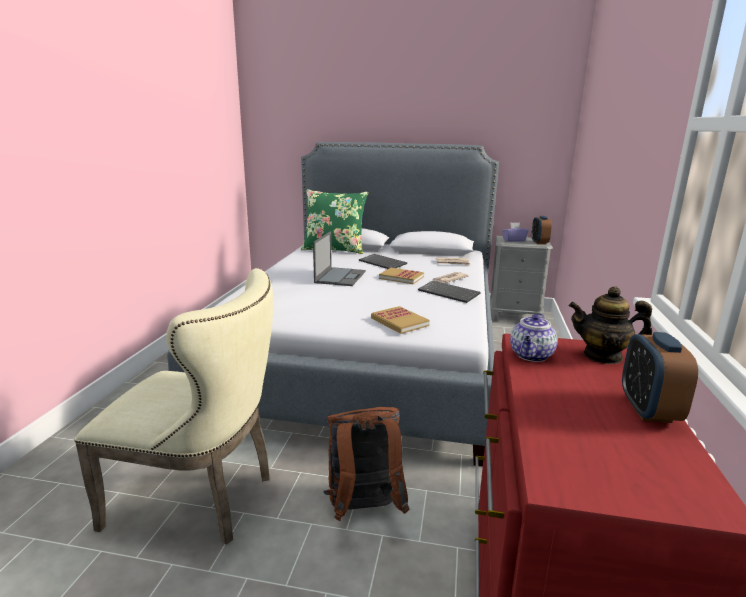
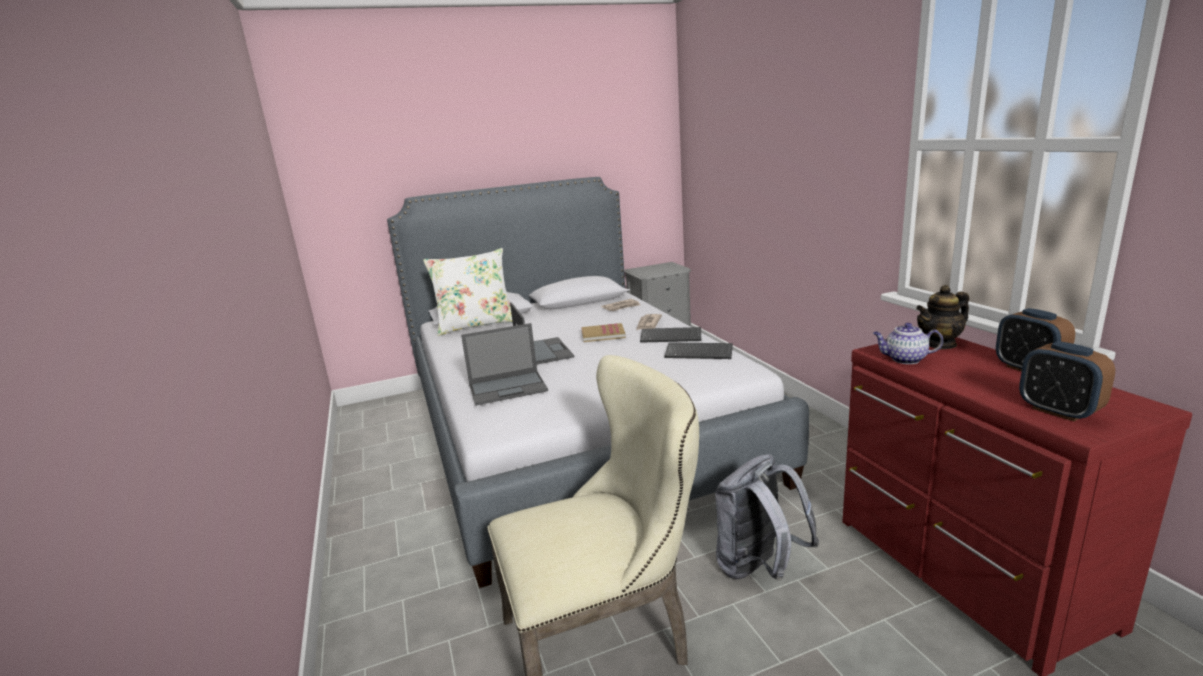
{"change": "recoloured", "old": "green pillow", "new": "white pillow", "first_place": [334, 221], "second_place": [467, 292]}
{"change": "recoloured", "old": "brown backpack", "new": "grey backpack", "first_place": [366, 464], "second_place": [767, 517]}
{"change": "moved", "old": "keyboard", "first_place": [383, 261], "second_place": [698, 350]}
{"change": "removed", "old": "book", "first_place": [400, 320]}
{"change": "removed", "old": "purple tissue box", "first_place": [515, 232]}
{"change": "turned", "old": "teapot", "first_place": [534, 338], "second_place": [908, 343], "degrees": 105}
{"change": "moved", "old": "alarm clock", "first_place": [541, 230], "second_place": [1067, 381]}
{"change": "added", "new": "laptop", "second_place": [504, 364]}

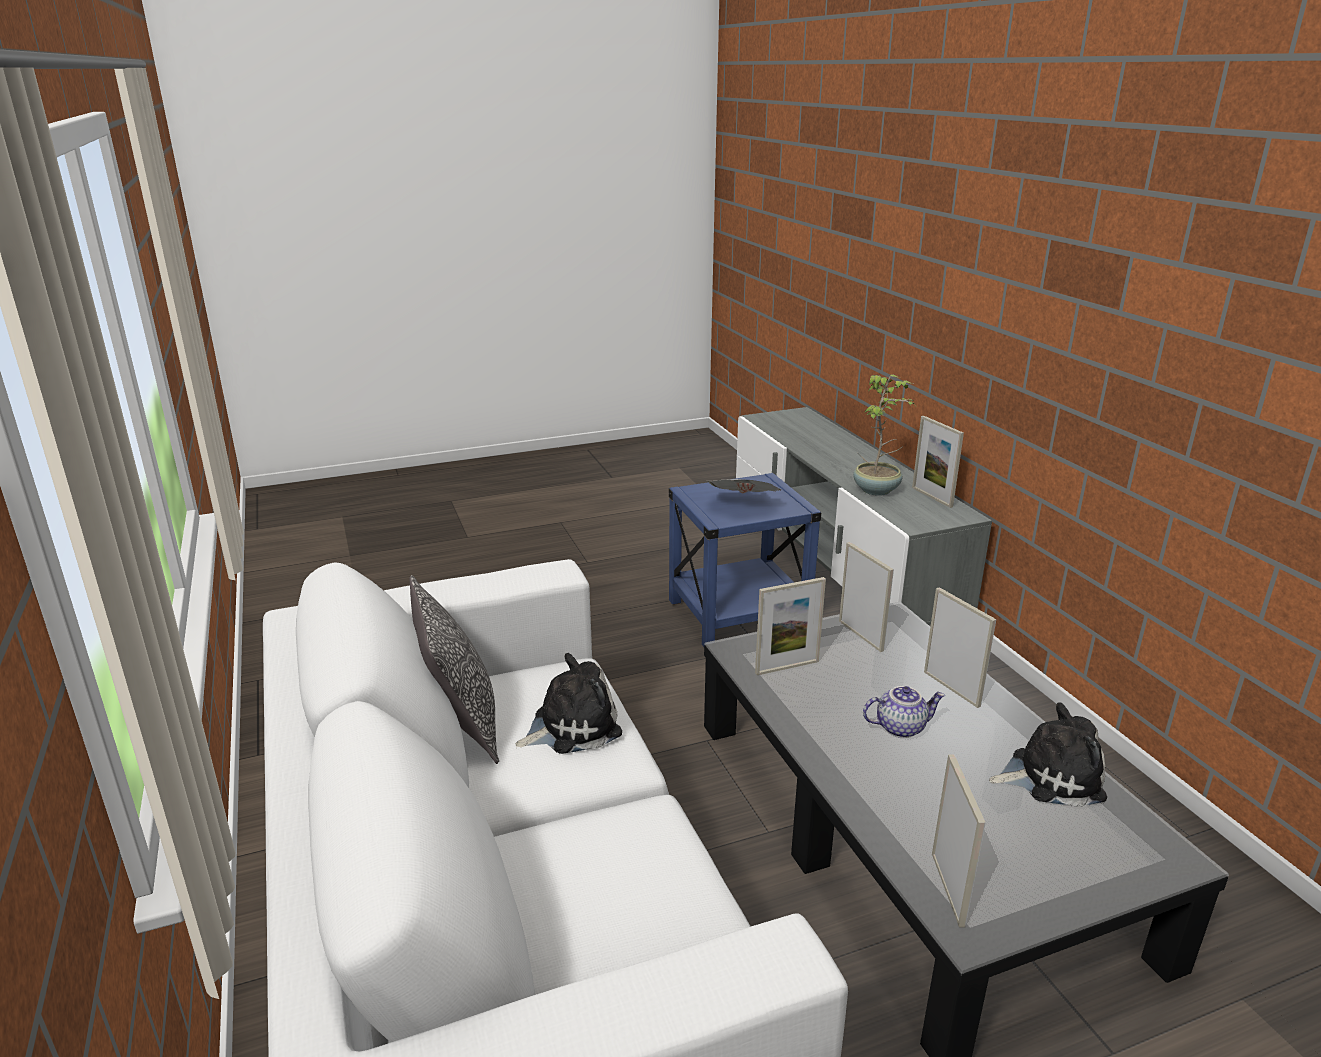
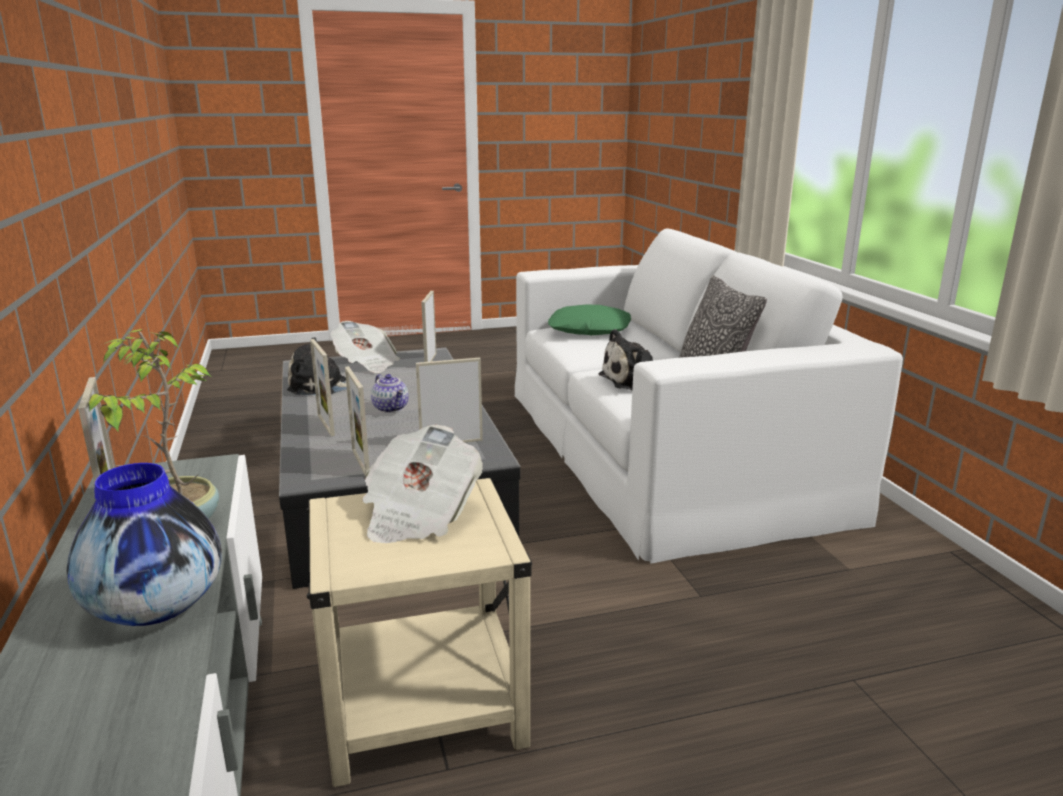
{"change": "recoloured", "old": "blue side table", "new": "beige side table", "first_place": [745, 560], "second_place": [419, 632]}
{"change": "turned", "old": "teapot", "first_place": [904, 712], "second_place": [390, 393], "degrees": -120}
{"change": "added", "new": "vase", "second_place": [144, 544]}
{"change": "added", "new": "newspaper", "second_place": [365, 347]}
{"change": "added", "new": "green pillow", "second_place": [589, 319]}

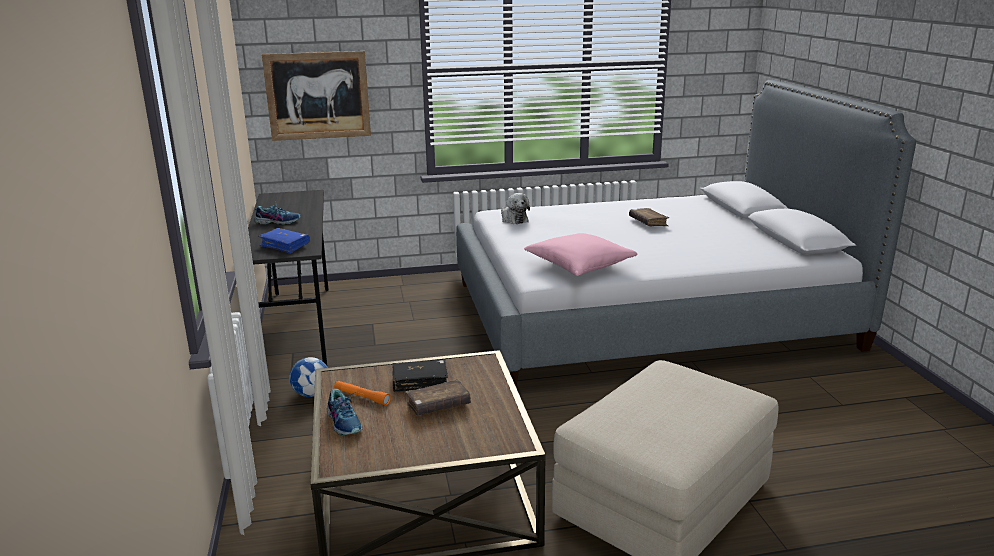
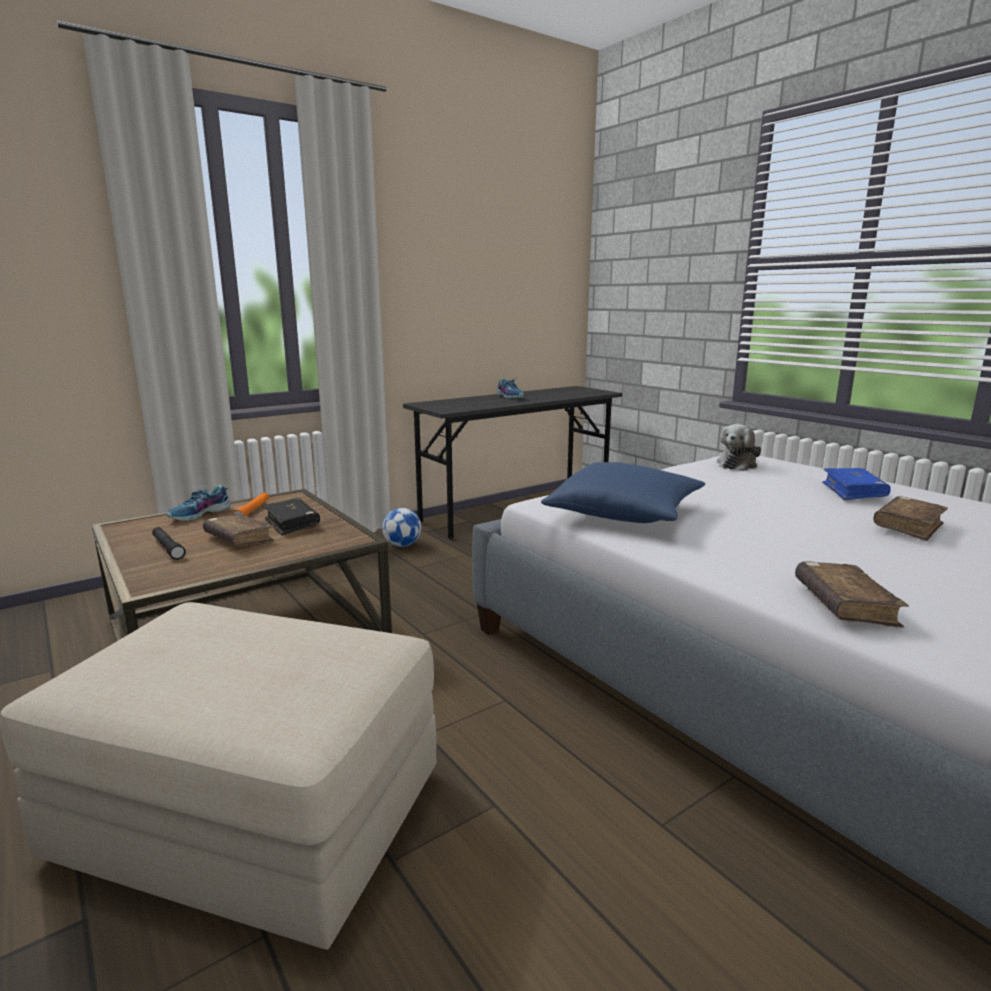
{"change": "moved", "old": "blue book", "first_place": [284, 241], "second_place": [856, 484]}
{"change": "removed", "old": "picture", "first_place": [316, 96]}
{"change": "recoloured", "old": "pink pillow", "new": "blue pillow", "first_place": [581, 254], "second_place": [623, 492]}
{"change": "added", "new": "black flashlight", "second_place": [169, 543]}
{"change": "added", "new": "brown book", "second_place": [852, 594]}

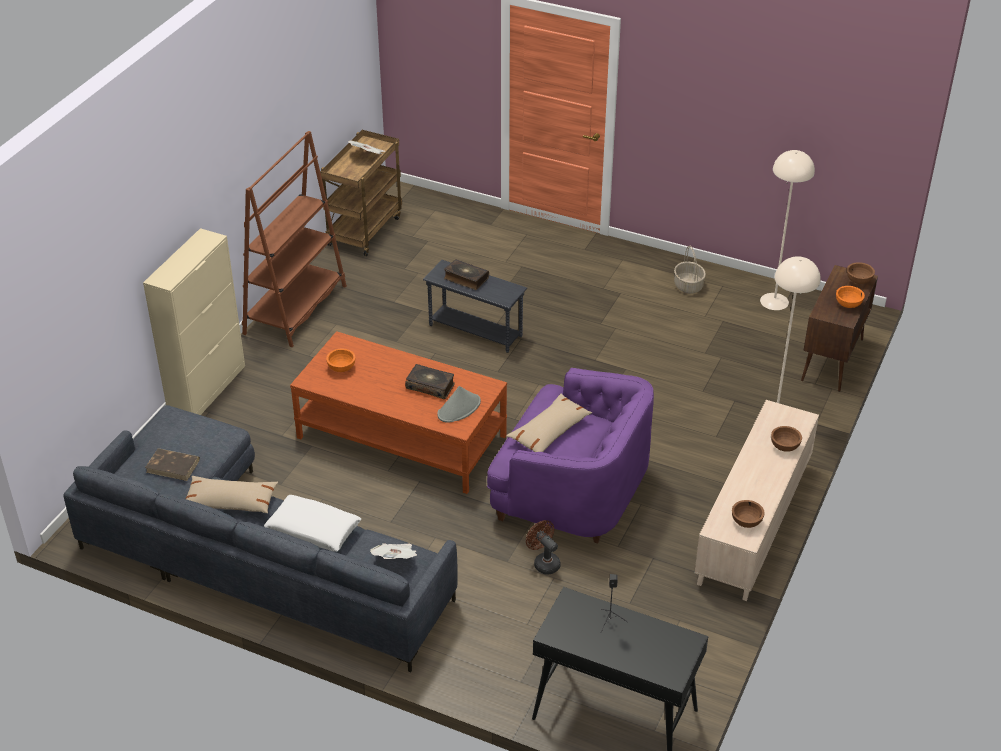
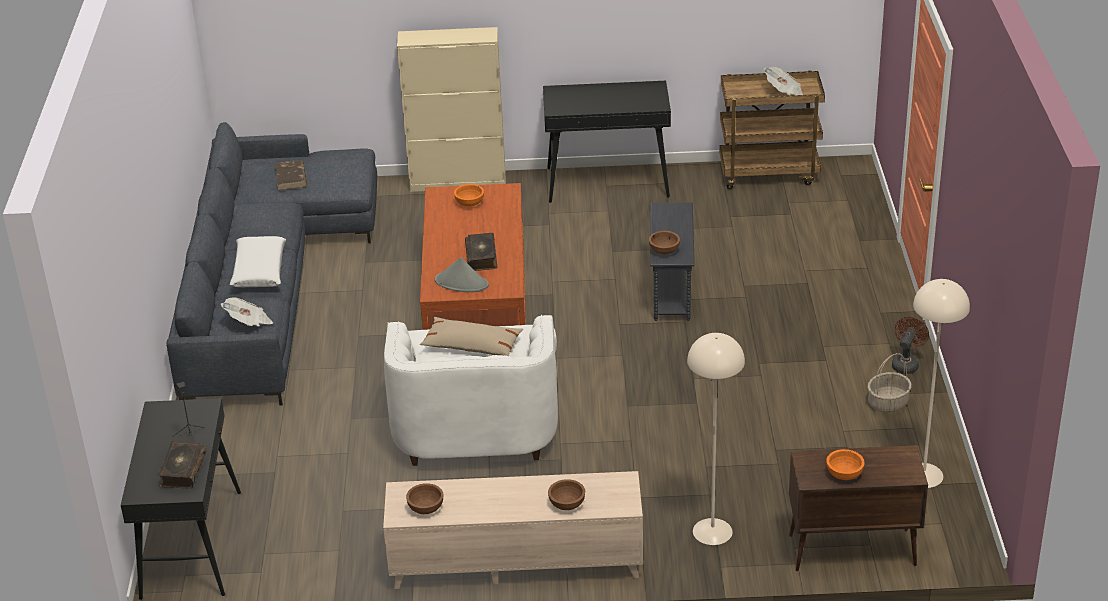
{"change": "removed", "old": "beige pillow", "first_place": [232, 494]}
{"change": "replaced", "old": "brown bookcase", "new": "black console table", "first_place": [294, 239], "second_place": [607, 142]}
{"change": "moved", "old": "book", "first_place": [466, 274], "second_place": [182, 465]}
{"change": "recoloured", "old": "purple armchair", "new": "white armchair", "first_place": [570, 456], "second_place": [471, 390]}
{"change": "moved", "old": "brown fan", "first_place": [543, 547], "second_place": [910, 345]}
{"change": "moved", "old": "brown bowl", "first_place": [861, 273], "second_place": [664, 243]}

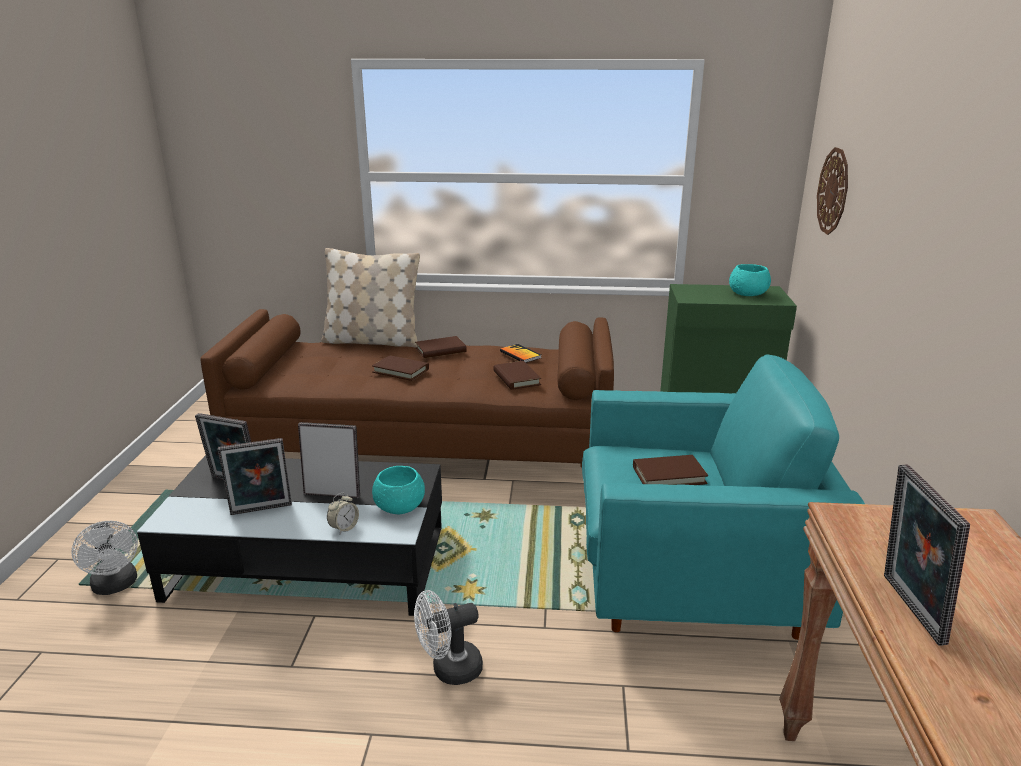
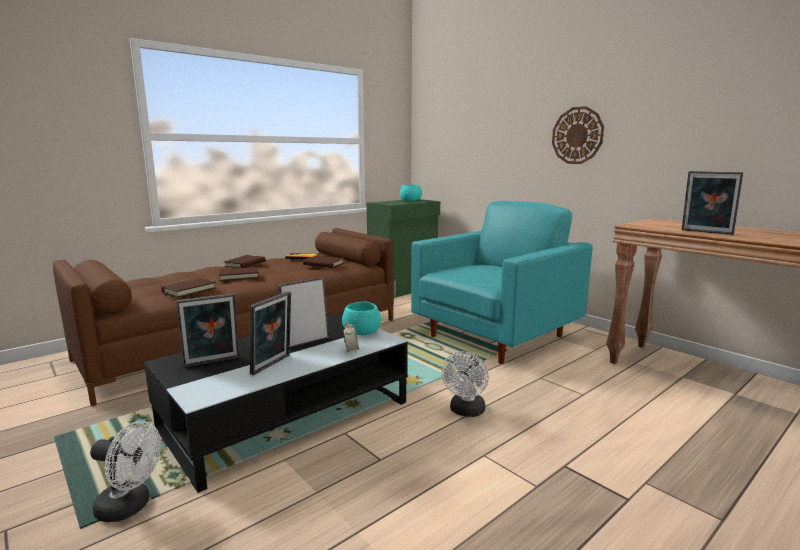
{"change": "removed", "old": "beige pillow", "first_place": [370, 298]}
{"change": "moved", "old": "brown book", "first_place": [670, 470], "second_place": [188, 288]}
{"change": "moved", "old": "wall clock", "first_place": [832, 191], "second_place": [578, 135]}

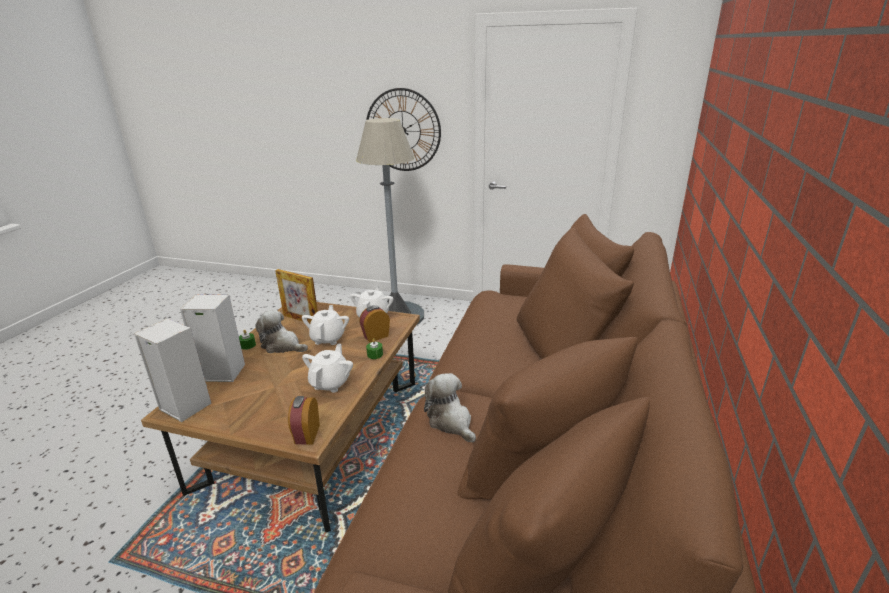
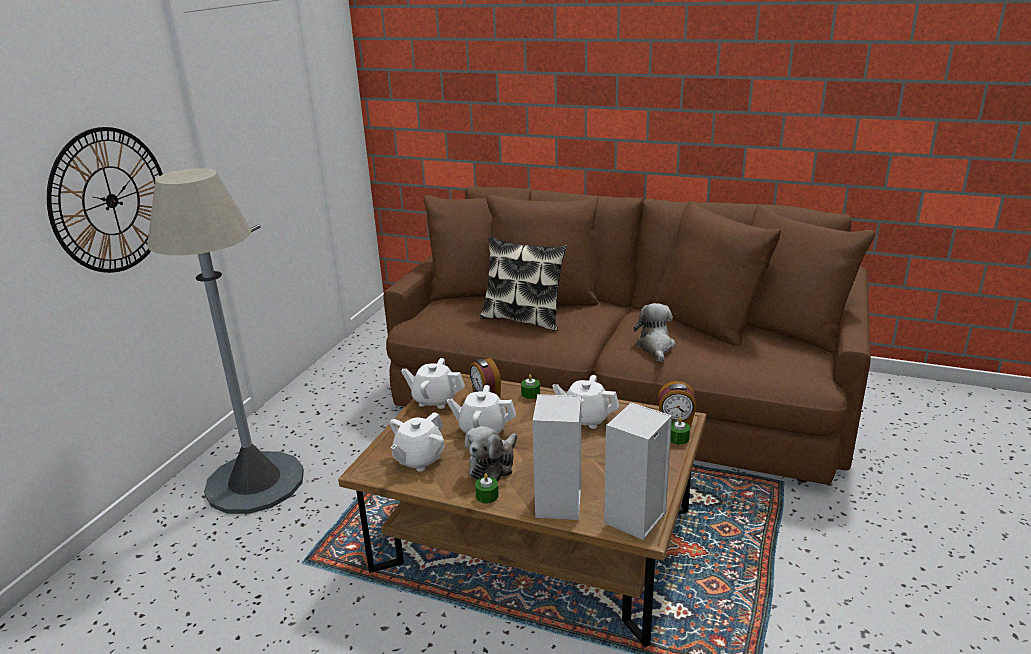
{"change": "replaced", "old": "picture frame", "new": "white teapot", "first_place": [296, 296], "second_place": [417, 442]}
{"change": "turned", "old": "plush toy", "first_place": [450, 408], "second_place": [655, 332], "degrees": 120}
{"change": "added", "new": "pillow", "second_place": [523, 283]}
{"change": "added", "new": "green candle", "second_place": [680, 431]}

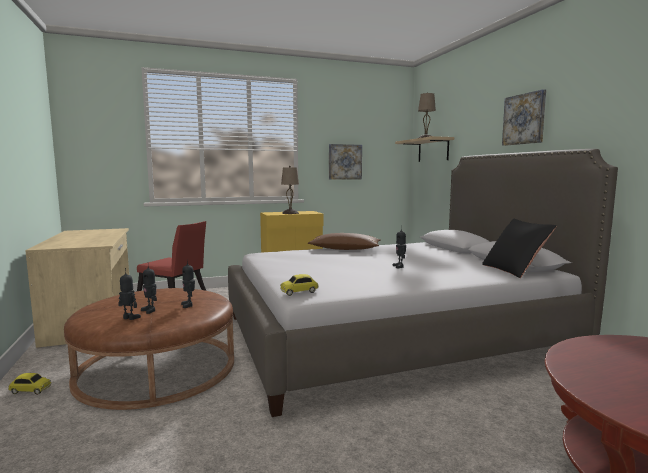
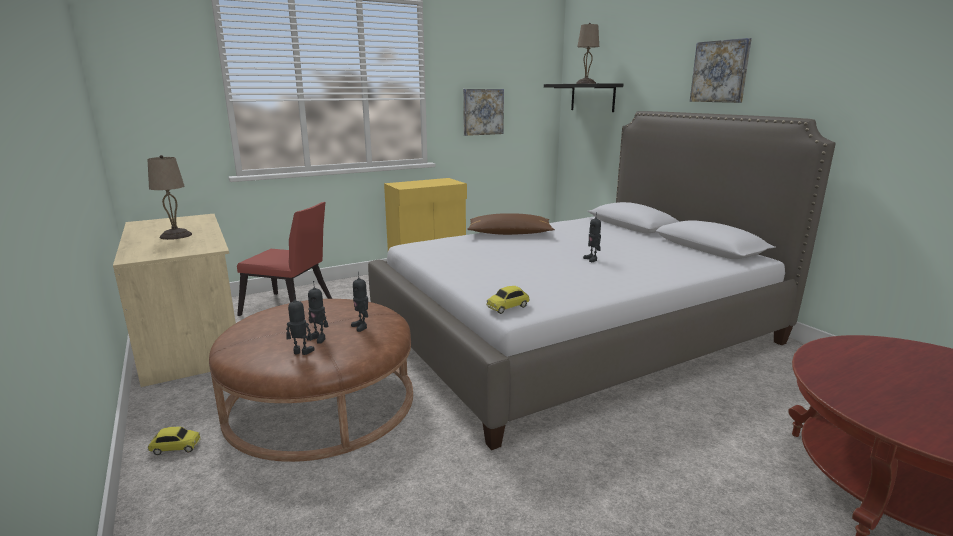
{"change": "moved", "old": "beige table lamp", "first_place": [290, 190], "second_place": [169, 197]}
{"change": "recoloured", "old": "beige shelf", "new": "black shelf", "first_place": [424, 149], "second_place": [583, 97]}
{"change": "removed", "old": "black pillow", "first_place": [519, 248]}

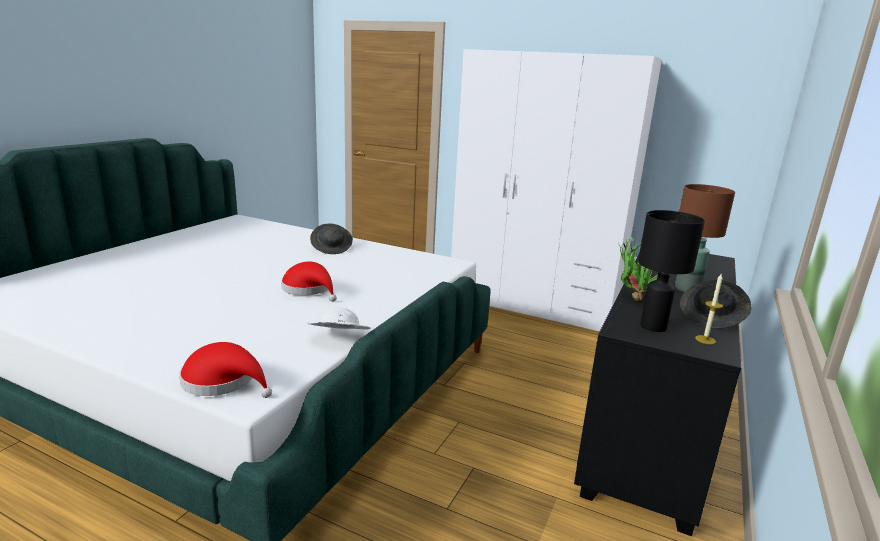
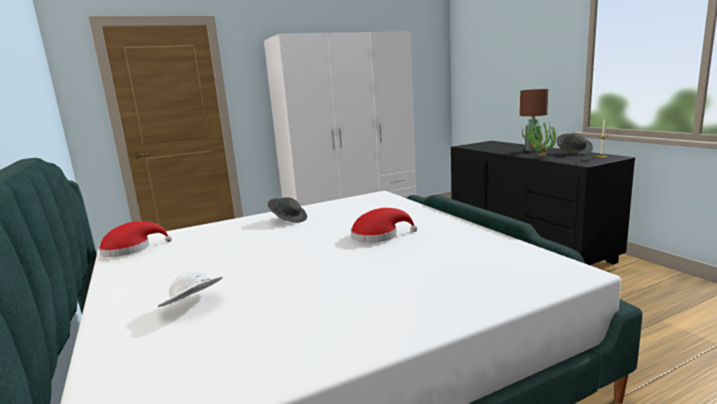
{"change": "moved", "old": "red hat", "first_place": [225, 370], "second_place": [135, 239]}
{"change": "moved", "old": "white hat", "first_place": [339, 318], "second_place": [190, 289]}
{"change": "removed", "old": "black table lamp", "first_place": [671, 271]}

